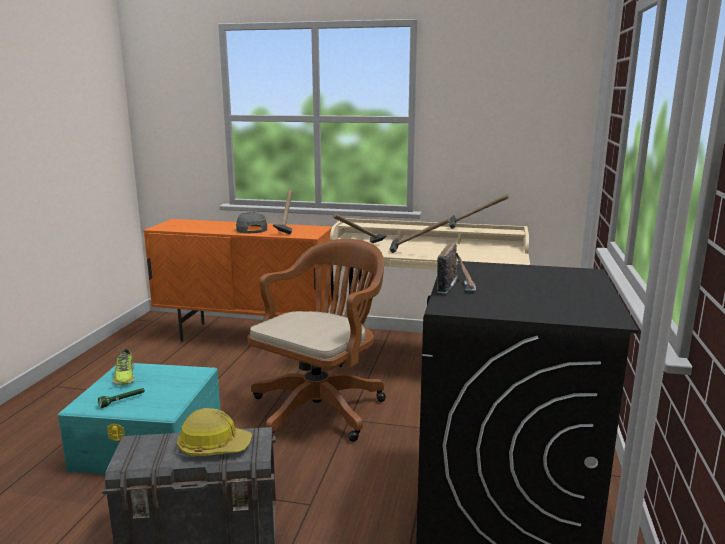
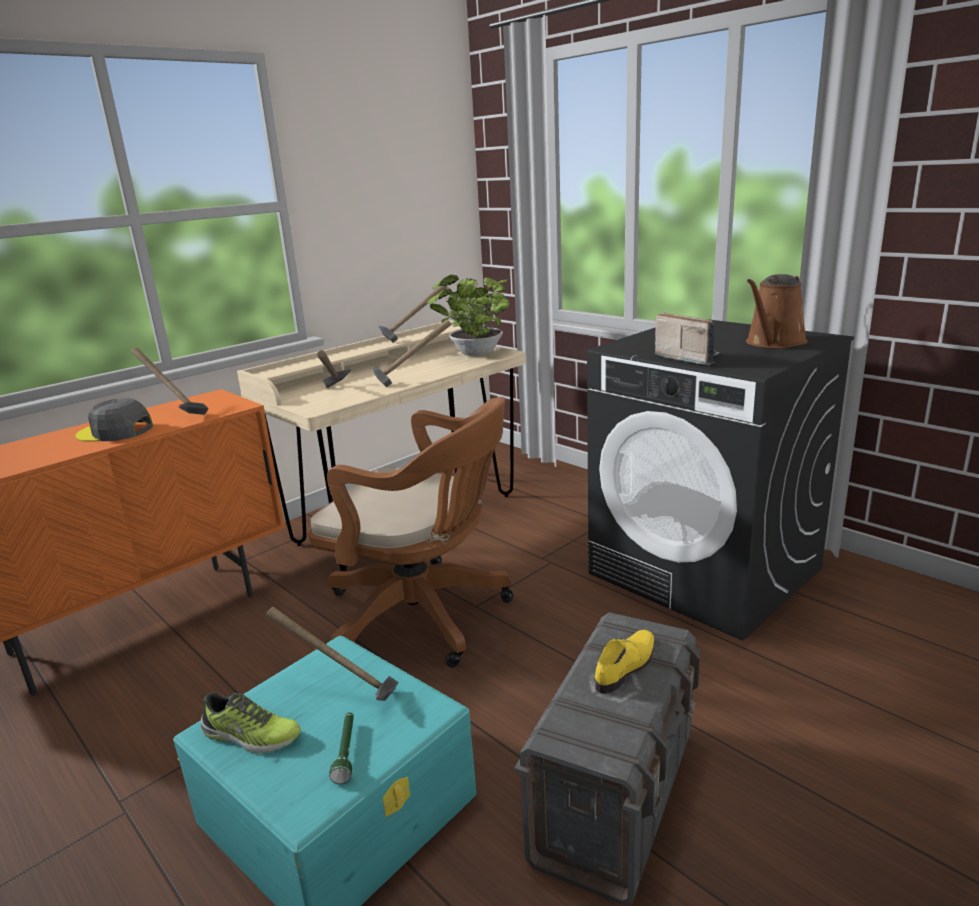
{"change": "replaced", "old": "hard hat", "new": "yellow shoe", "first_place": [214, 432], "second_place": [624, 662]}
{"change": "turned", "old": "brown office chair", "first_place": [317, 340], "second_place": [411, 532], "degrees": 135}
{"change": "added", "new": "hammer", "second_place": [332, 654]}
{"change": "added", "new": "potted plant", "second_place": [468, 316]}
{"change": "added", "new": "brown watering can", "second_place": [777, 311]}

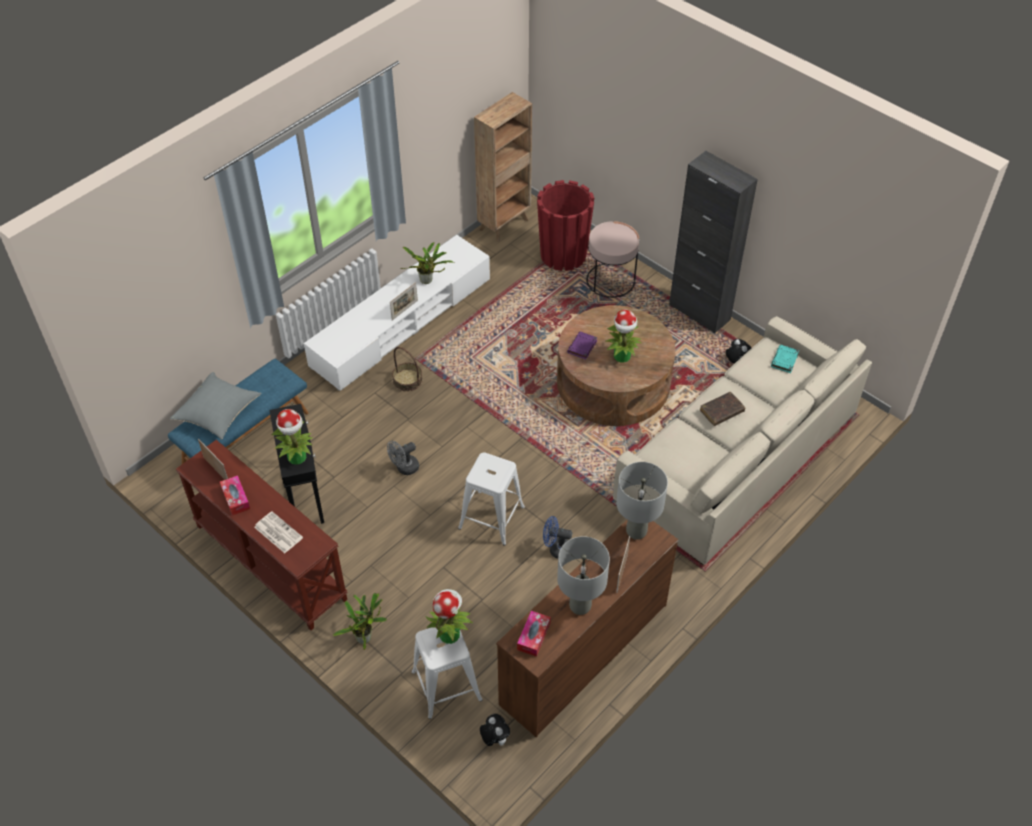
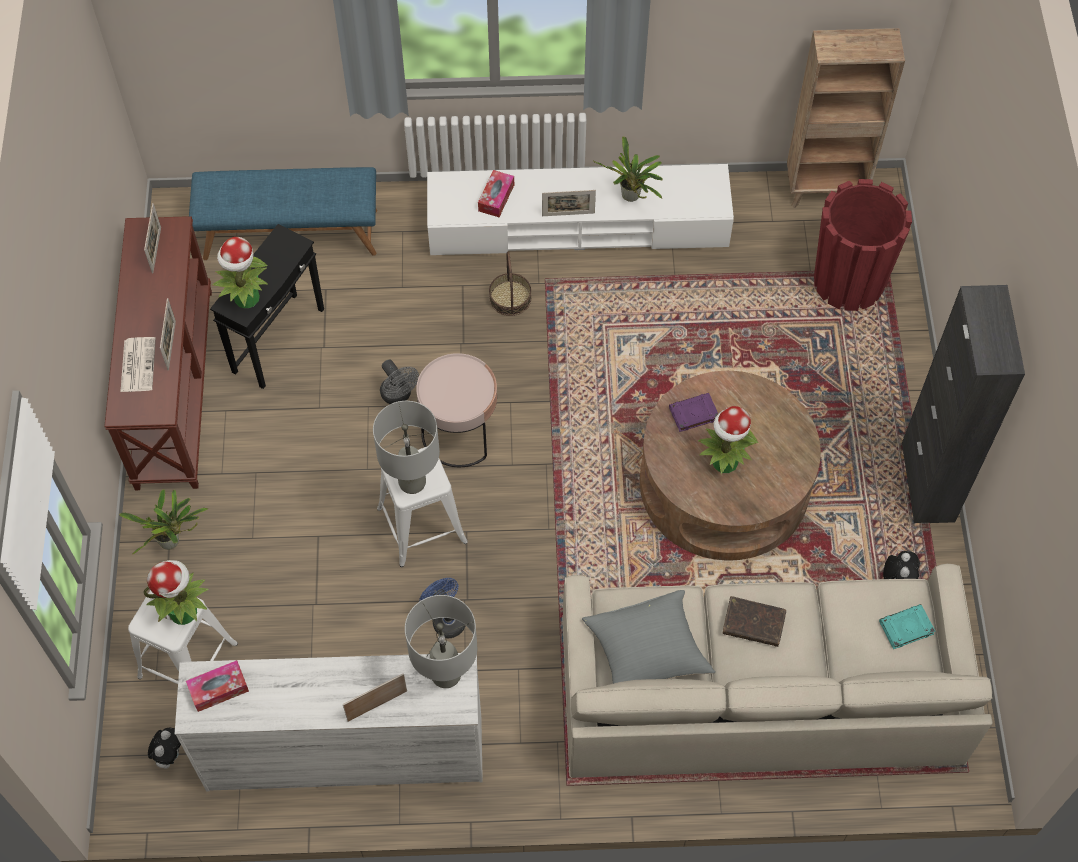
{"change": "moved", "old": "grey pillow", "first_place": [215, 406], "second_place": [649, 637]}
{"change": "moved", "old": "tissue box", "first_place": [235, 495], "second_place": [496, 193]}
{"change": "turned", "old": "grey fan", "first_place": [403, 458], "second_place": [399, 382], "degrees": -135}
{"change": "recoloured", "old": "brown dresser", "new": "white dresser", "first_place": [587, 628], "second_place": [329, 722]}
{"change": "moved", "old": "grey table lamp", "first_place": [583, 575], "second_place": [406, 447]}
{"change": "moved", "old": "pink side table", "first_place": [612, 259], "second_place": [456, 410]}
{"change": "added", "new": "picture frame", "second_place": [168, 334]}

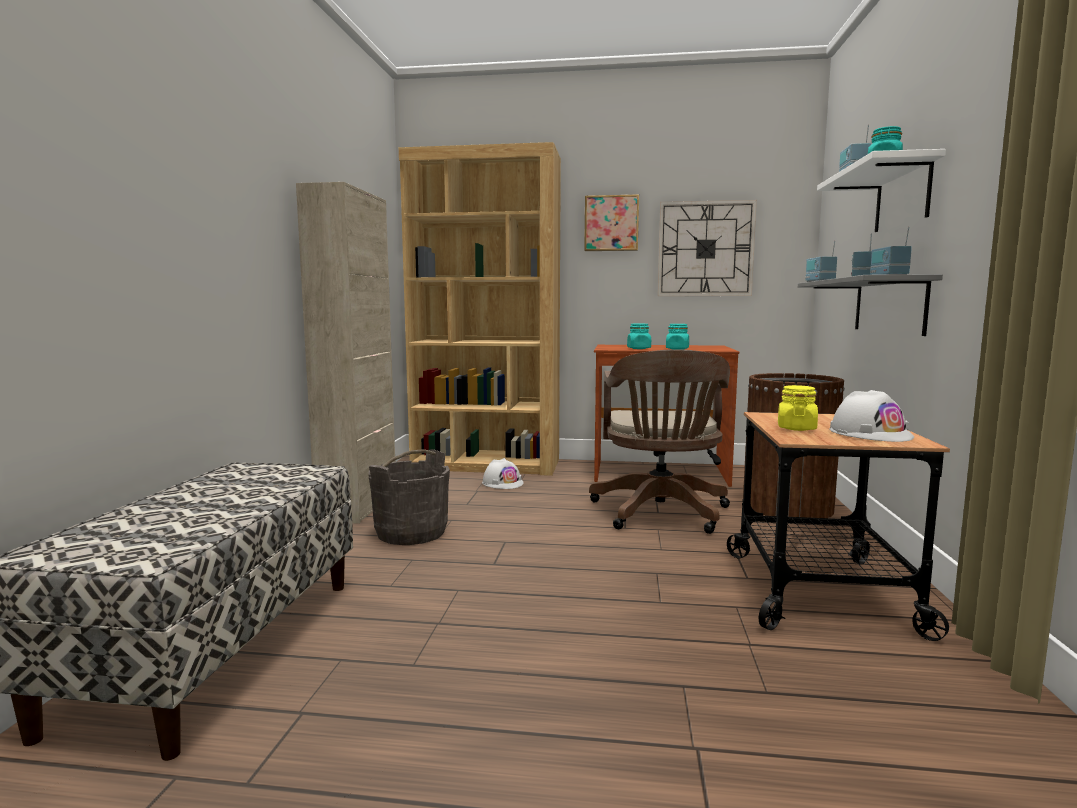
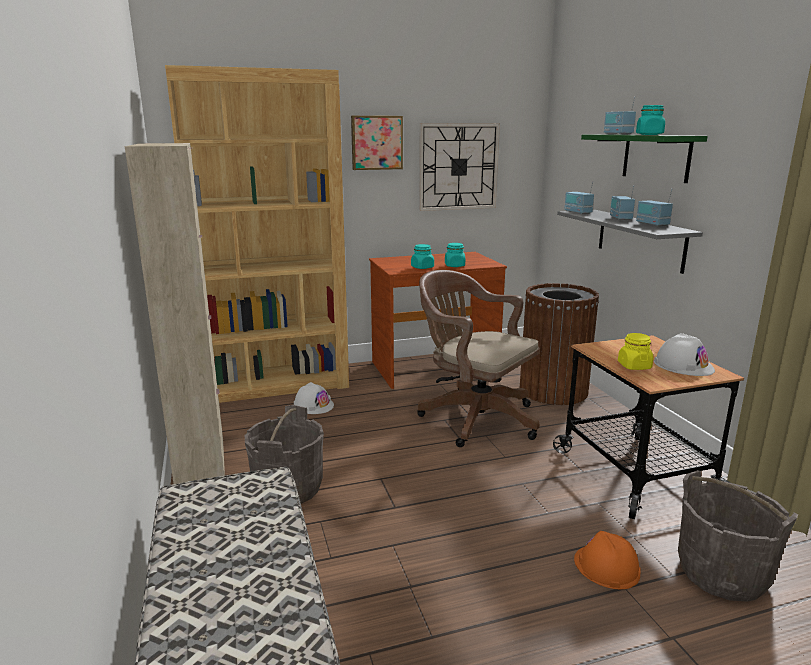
{"change": "turned", "old": "brown office chair", "first_place": [659, 441], "second_place": [478, 358], "degrees": 150}
{"change": "recoloured", "old": "white shelf", "new": "green shelf", "first_place": [881, 190], "second_place": [644, 158]}
{"change": "added", "new": "orange hard hat", "second_place": [607, 560]}
{"change": "added", "new": "grey bucket", "second_place": [738, 535]}

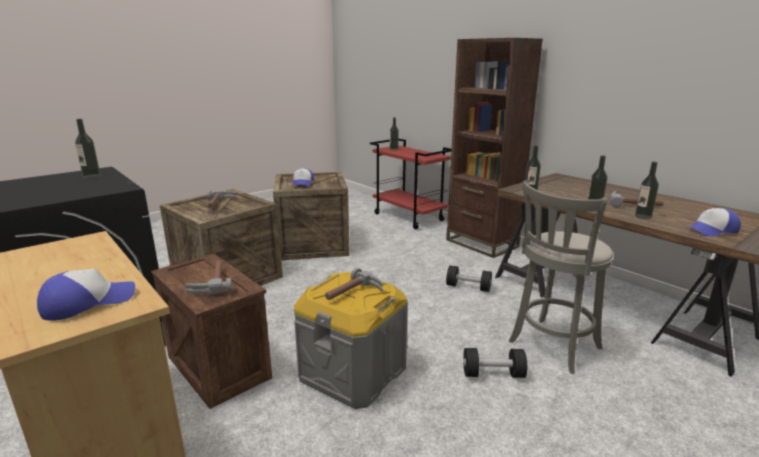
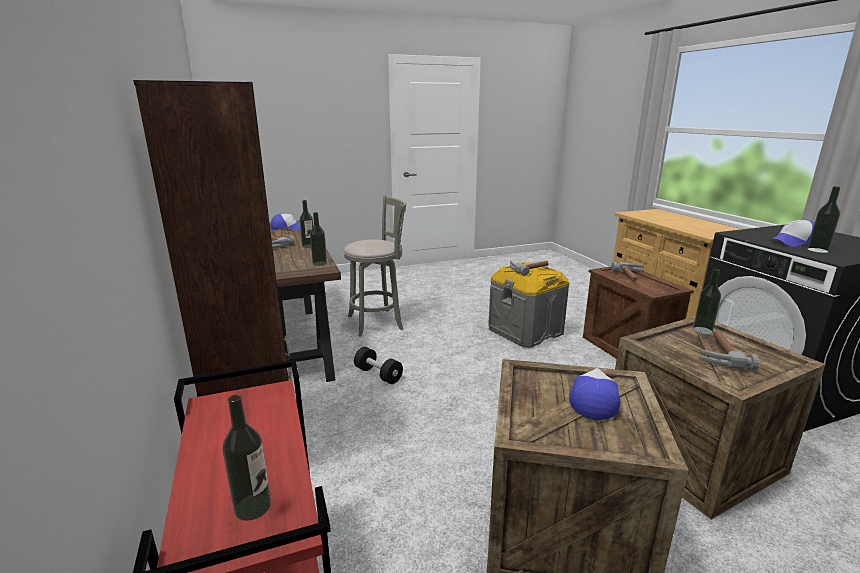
{"change": "moved", "old": "cap", "first_place": [86, 295], "second_place": [791, 233]}
{"change": "removed", "old": "black dumbbell", "first_place": [495, 363]}
{"change": "moved", "old": "bottle", "first_place": [647, 190], "second_place": [707, 301]}

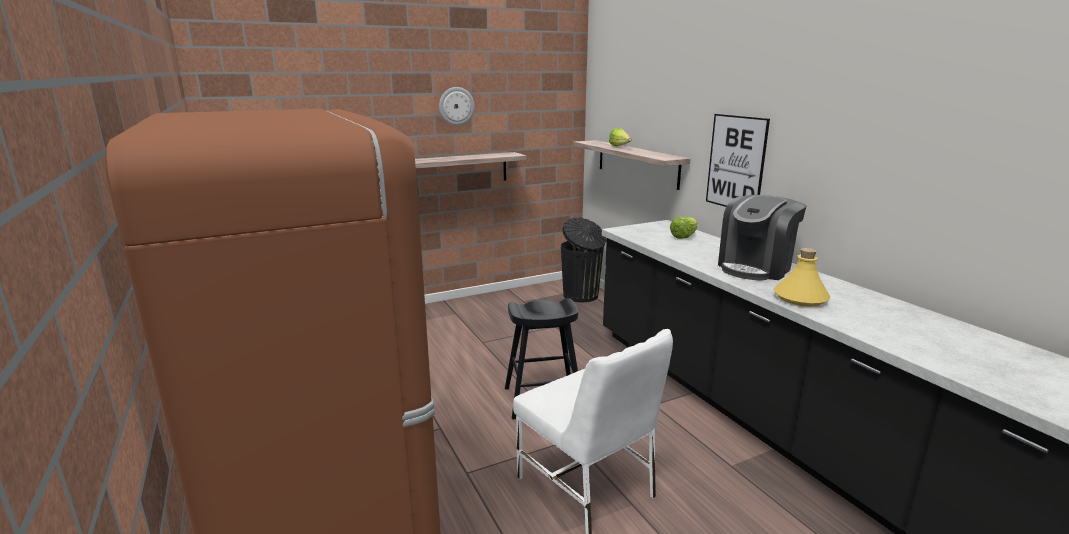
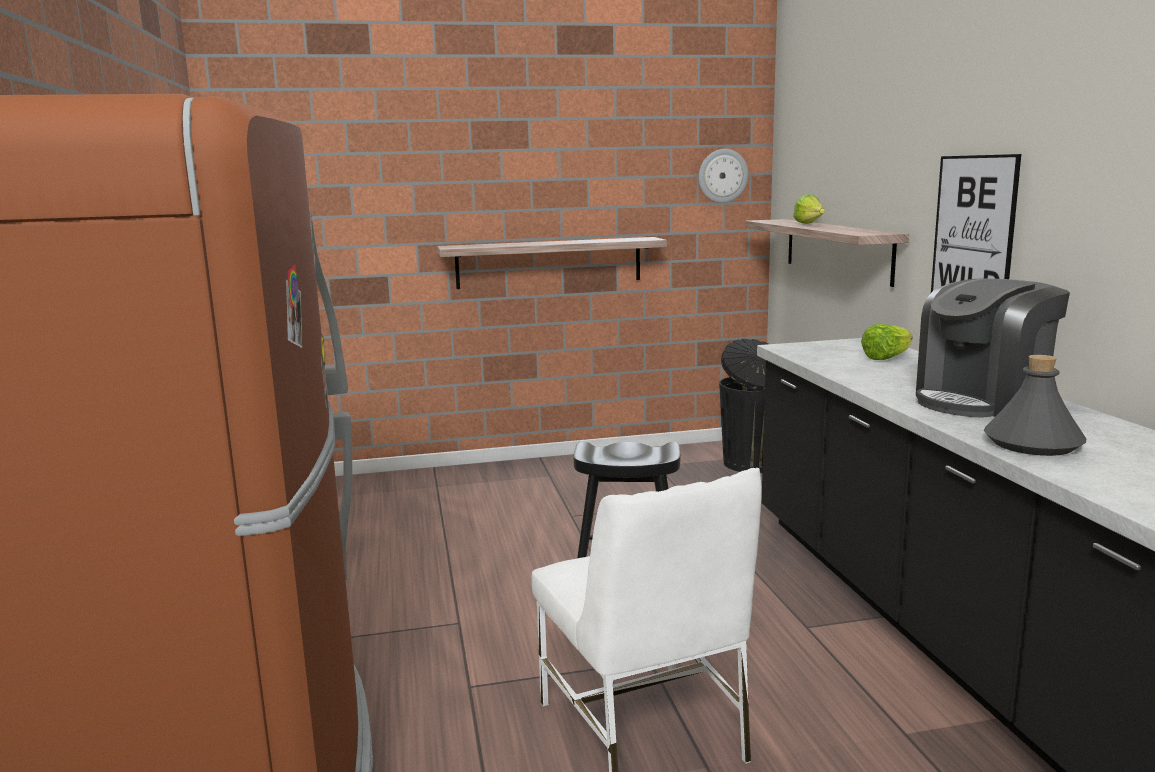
{"change": "moved", "old": "wall clock", "first_place": [457, 106], "second_place": [723, 176]}
{"change": "recoloured", "old": "yellow bottle", "new": "grey bottle", "first_place": [802, 277], "second_place": [1035, 405]}

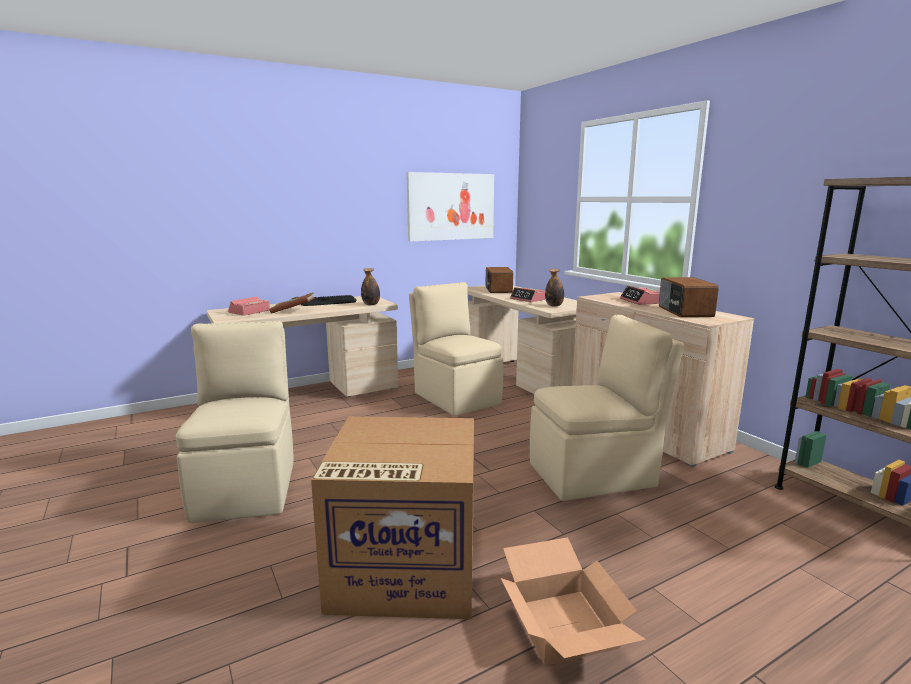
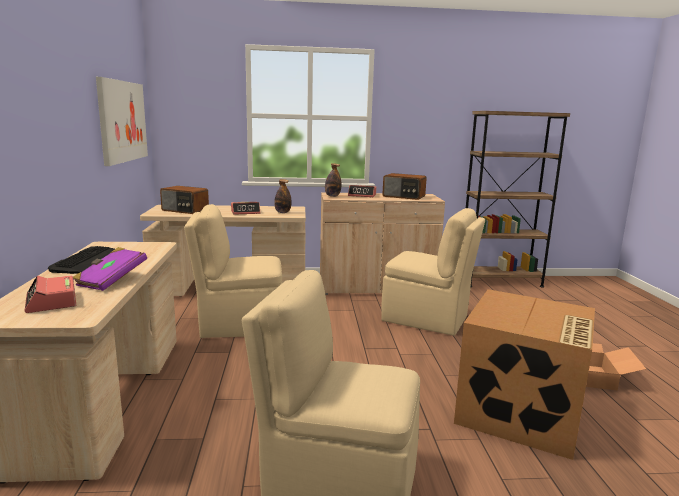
{"change": "recoloured", "old": "brown book", "new": "purple book", "first_place": [292, 303], "second_place": [110, 269]}
{"change": "moved", "old": "bottle", "first_place": [370, 286], "second_place": [333, 180]}
{"change": "turned", "old": "beige chair", "first_place": [607, 408], "second_place": [433, 272], "degrees": 105}

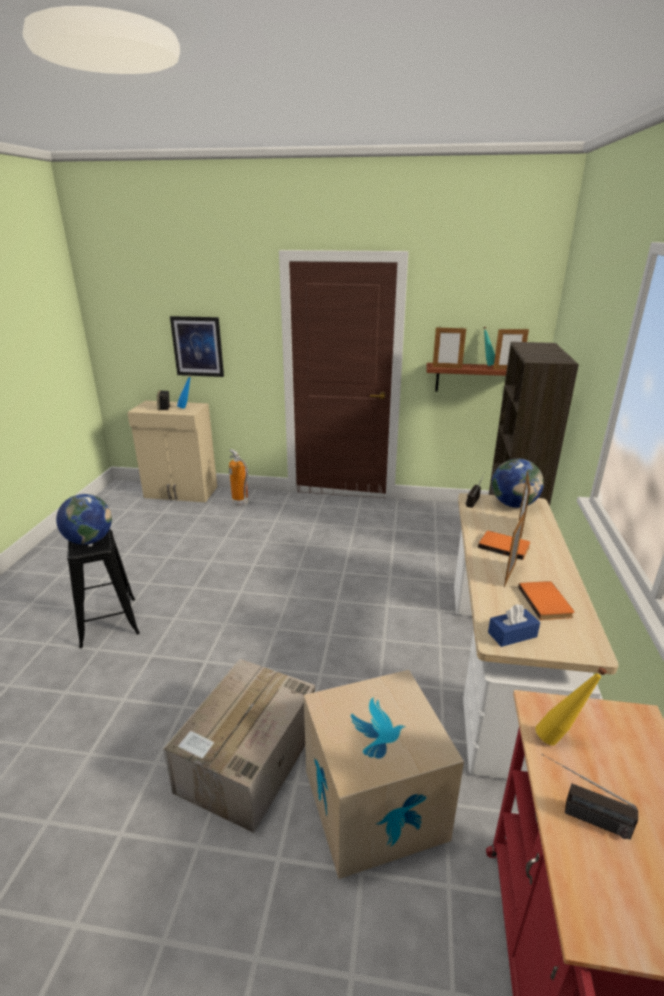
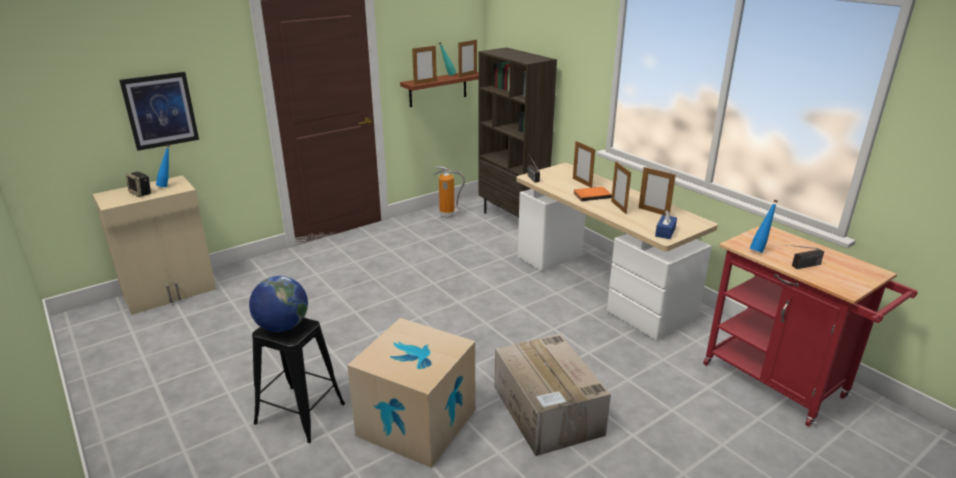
{"change": "moved", "old": "fire extinguisher", "first_place": [239, 477], "second_place": [449, 192]}
{"change": "moved", "old": "cardboard box", "first_place": [384, 774], "second_place": [411, 393]}
{"change": "removed", "old": "globe", "first_place": [518, 483]}
{"change": "replaced", "old": "orange book", "new": "picture frame", "first_place": [546, 600], "second_place": [657, 191]}
{"change": "recoloured", "old": "yellow bottle", "new": "blue bottle", "first_place": [571, 706], "second_place": [764, 226]}

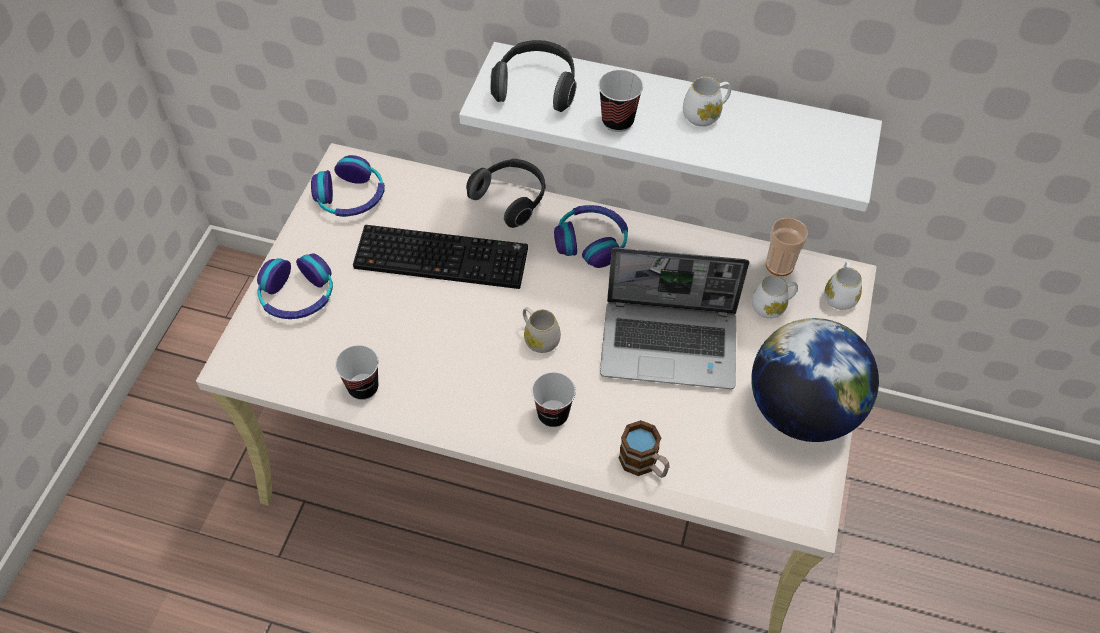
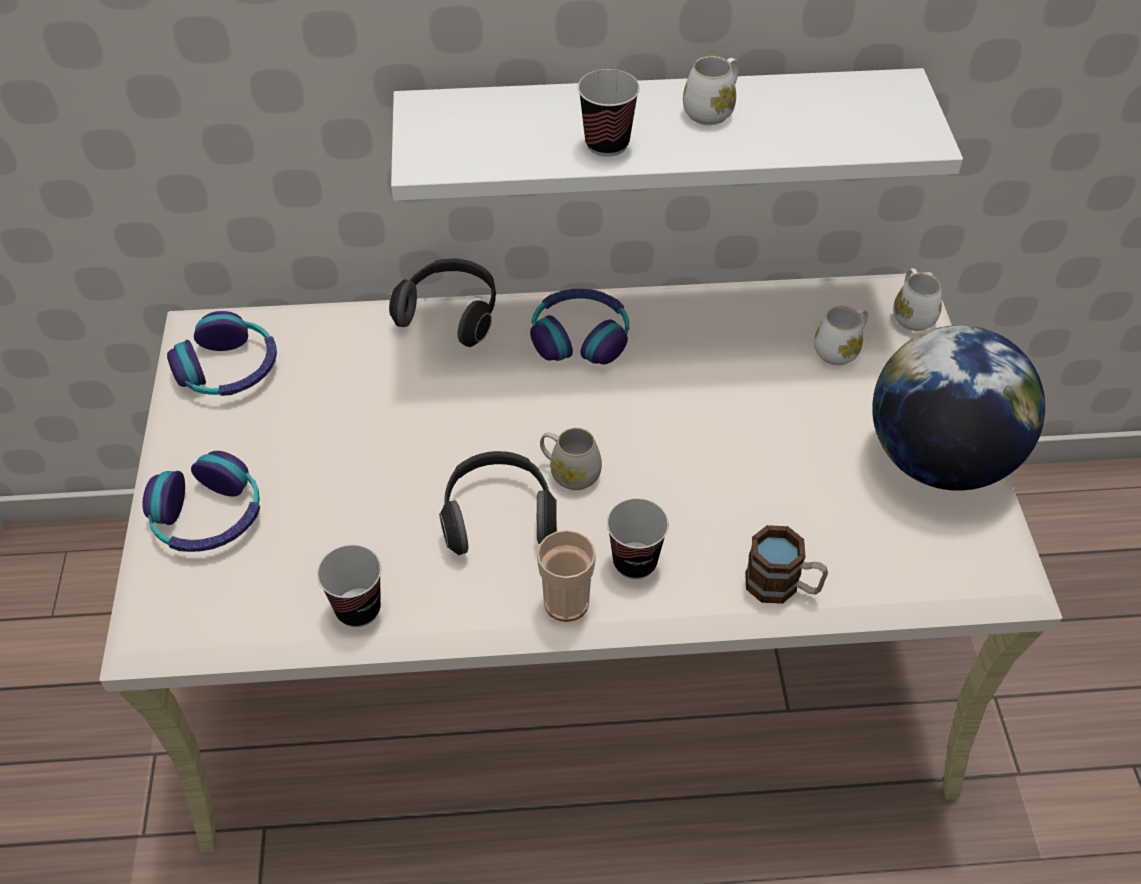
{"change": "removed", "old": "keyboard", "first_place": [440, 257]}
{"change": "moved", "old": "headphones", "first_place": [533, 76], "second_place": [498, 503]}
{"change": "removed", "old": "laptop", "first_place": [674, 318]}
{"change": "moved", "old": "cup", "first_place": [787, 246], "second_place": [566, 576]}

